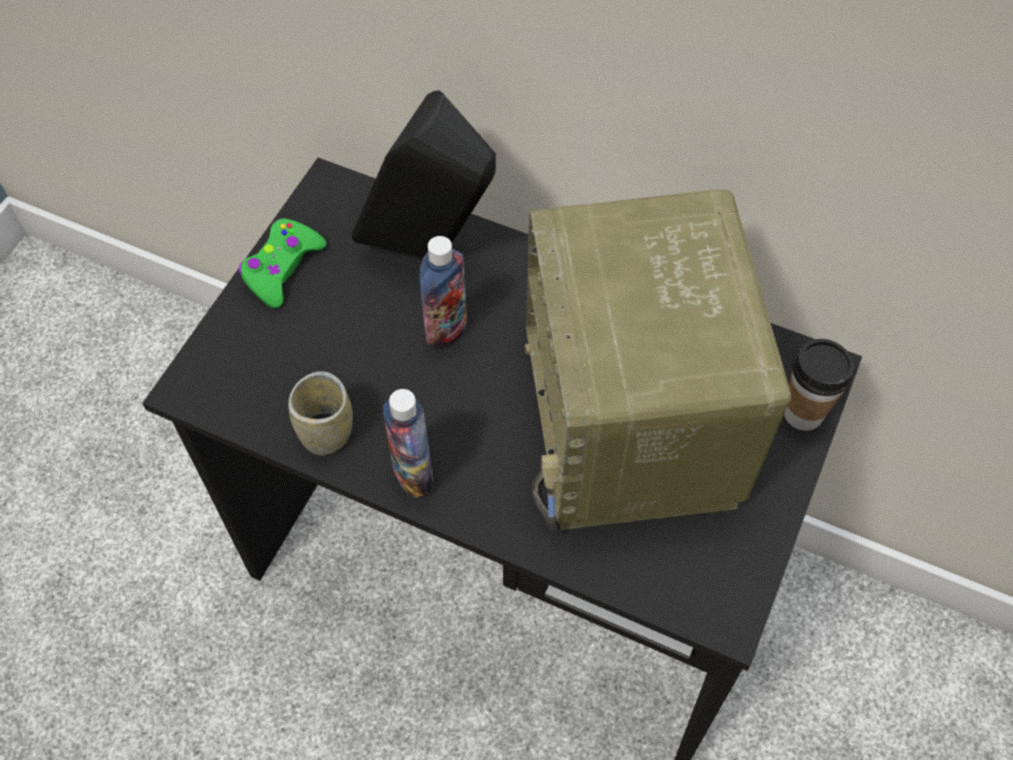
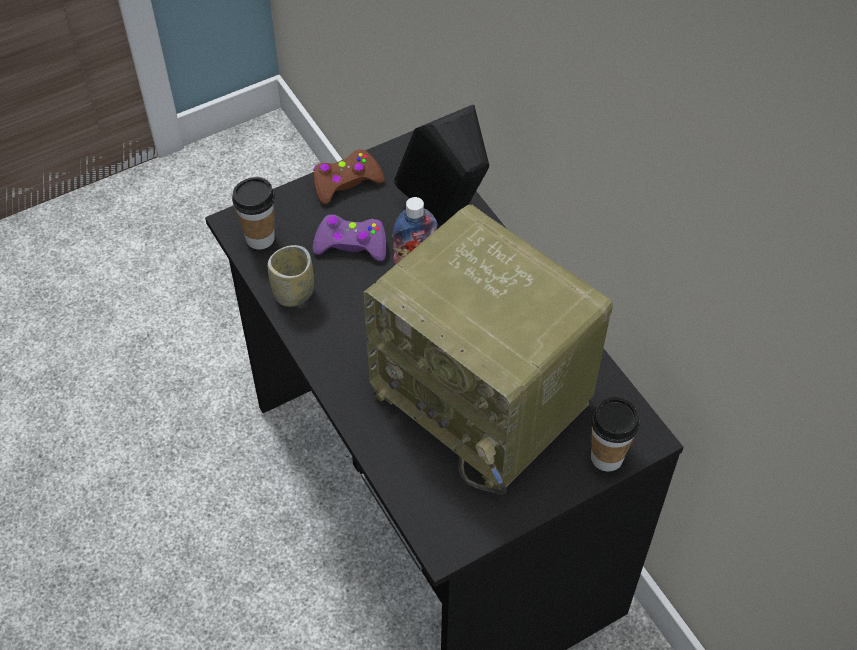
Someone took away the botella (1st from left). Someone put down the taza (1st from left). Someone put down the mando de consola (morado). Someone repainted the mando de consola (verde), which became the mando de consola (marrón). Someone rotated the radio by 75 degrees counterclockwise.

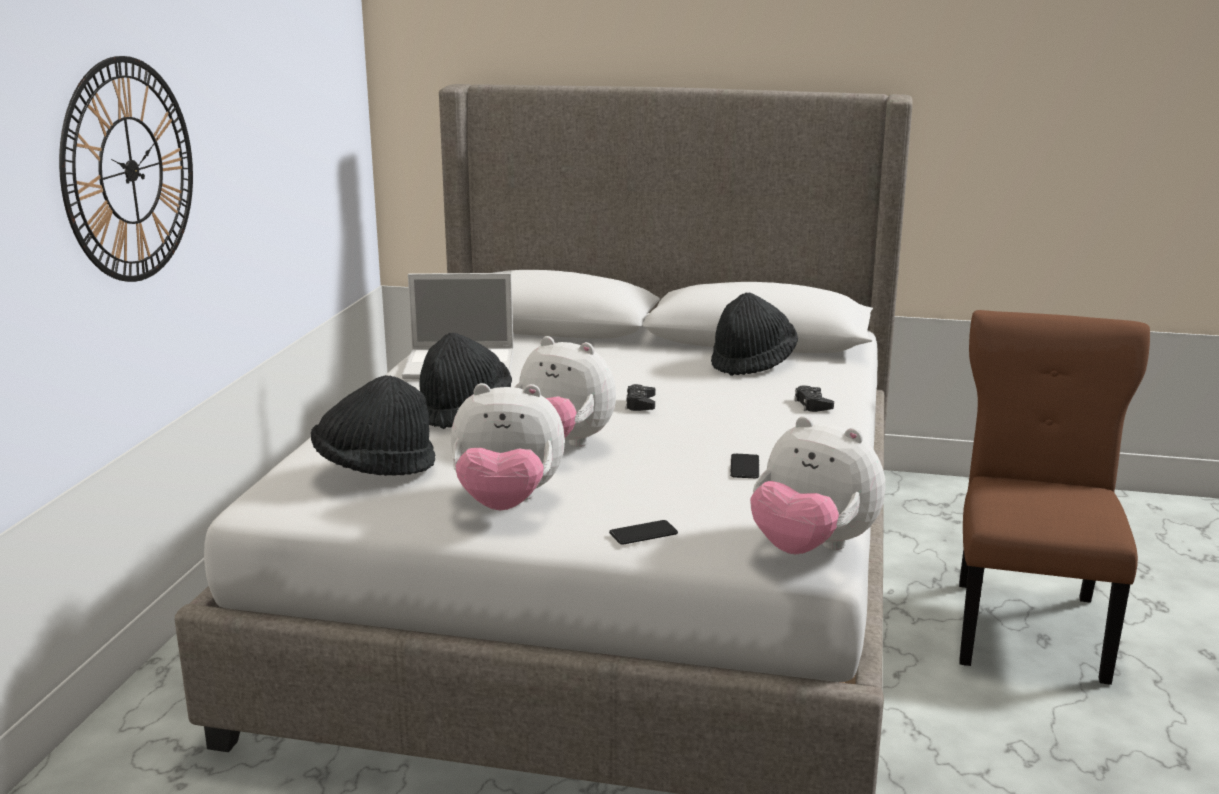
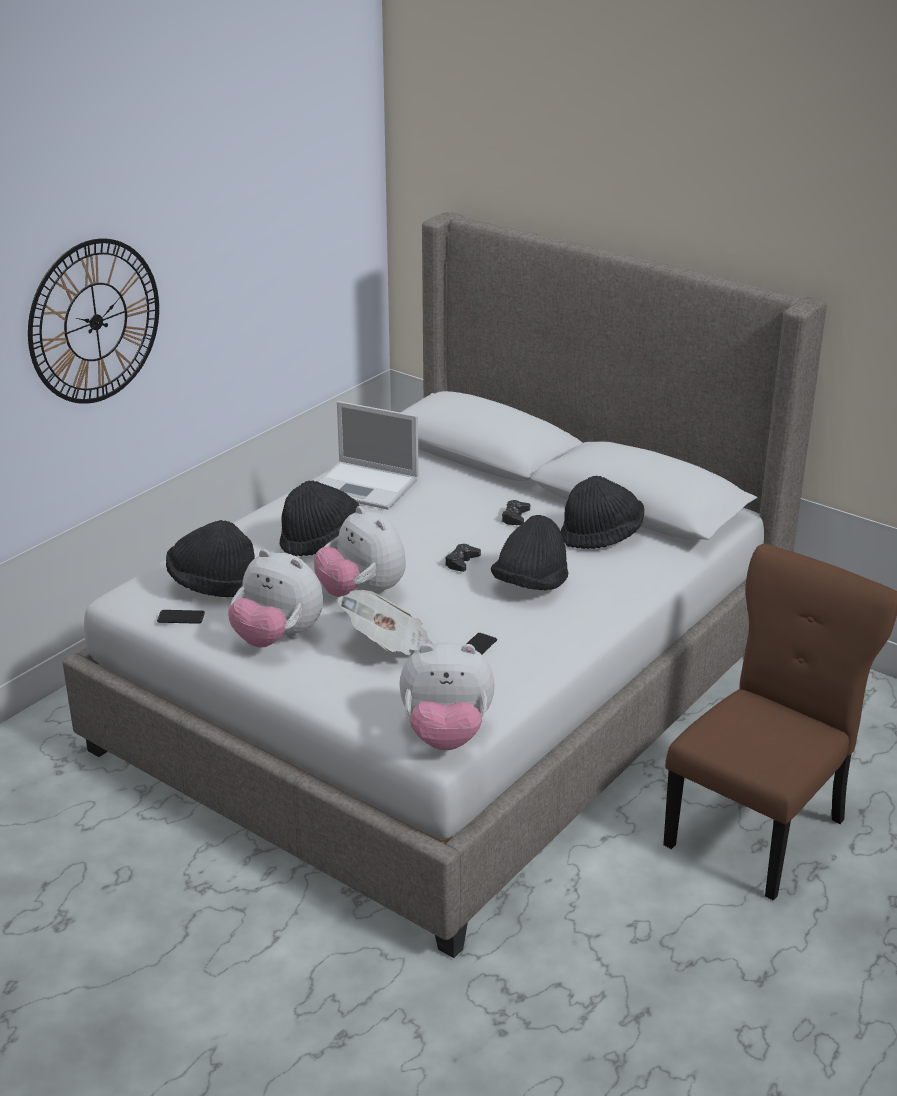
Someone put down the periódico. Someone put down the sombrero (negro) (3rd from left). Someone carried the móvil (1st from left). Someone carried the mando de consola (negro) (2nd from left). Someone rotated the peluche (3rd from left) by 60 degrees counterclockwise.

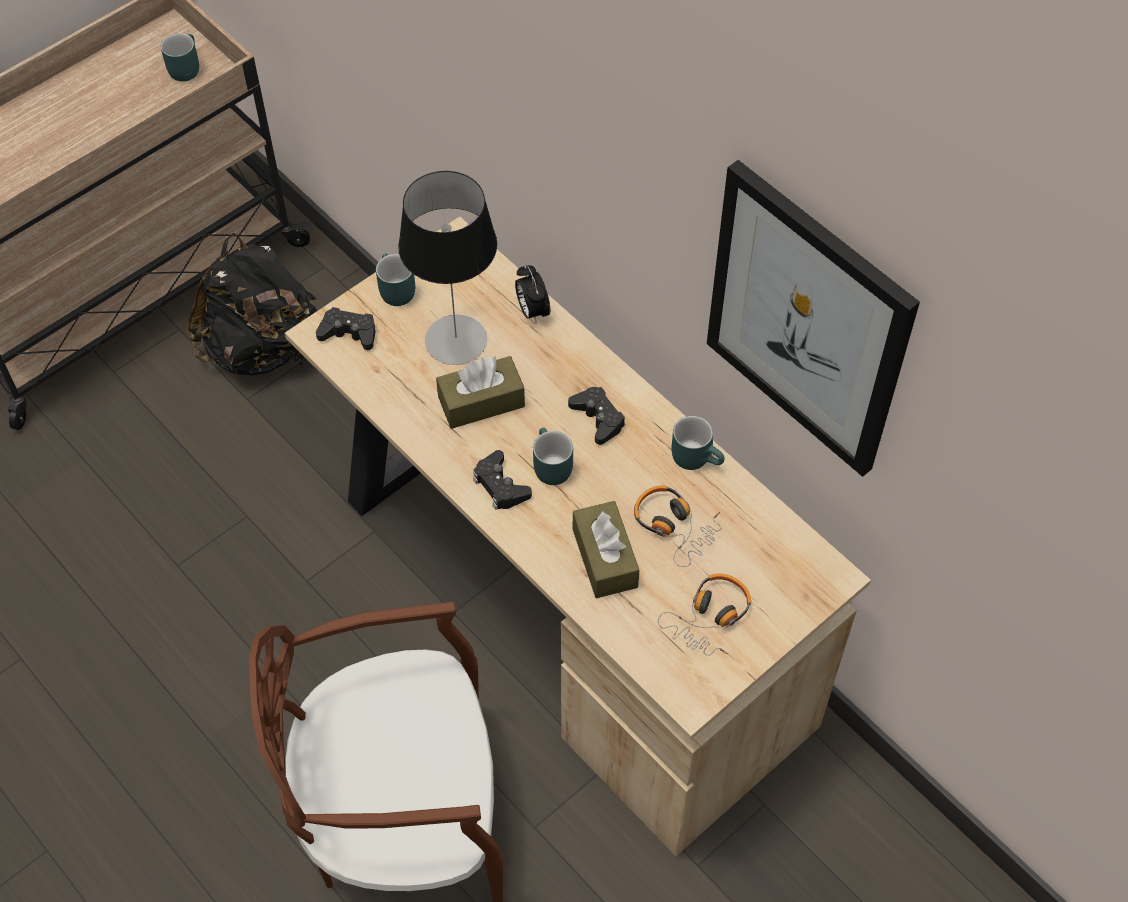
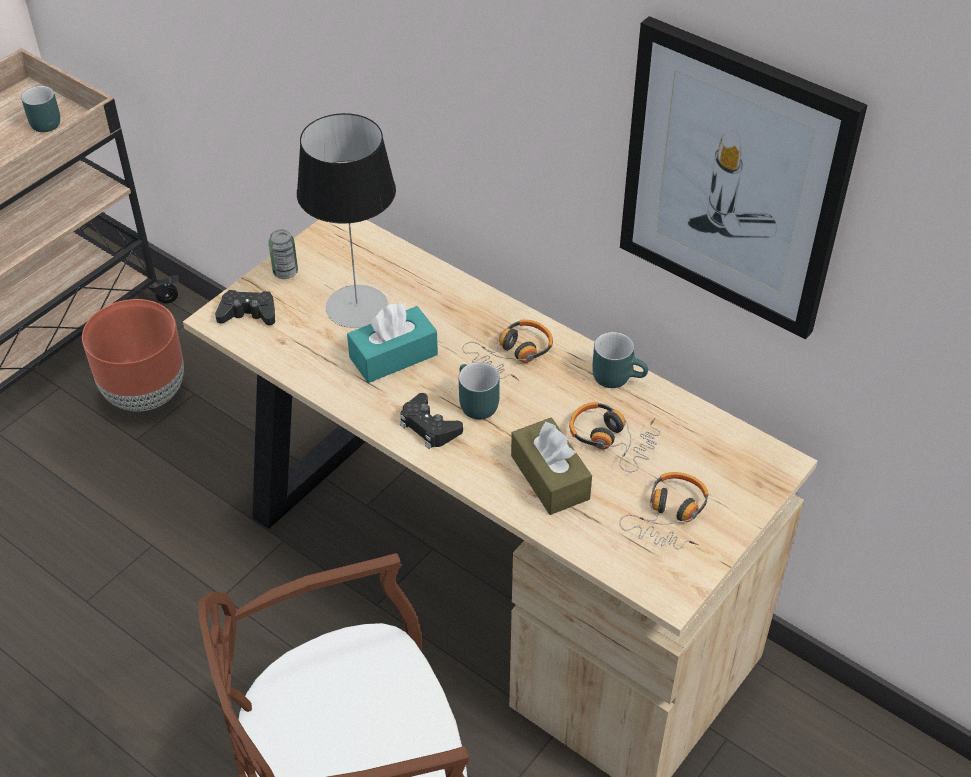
Someone took away the despertador. Someone swapped the mochila (negro) for the maceta (marrón). Someone swapped the taza grande (turquesa) (2nd from left) for the lata. Someone swapped the mando de consola (negro) (3rd from left) for the auriculares (1st from left). Someone repainted the caja de pañuelos (marrón) (1st from left), which became the caja de pañuelos (turquesa).

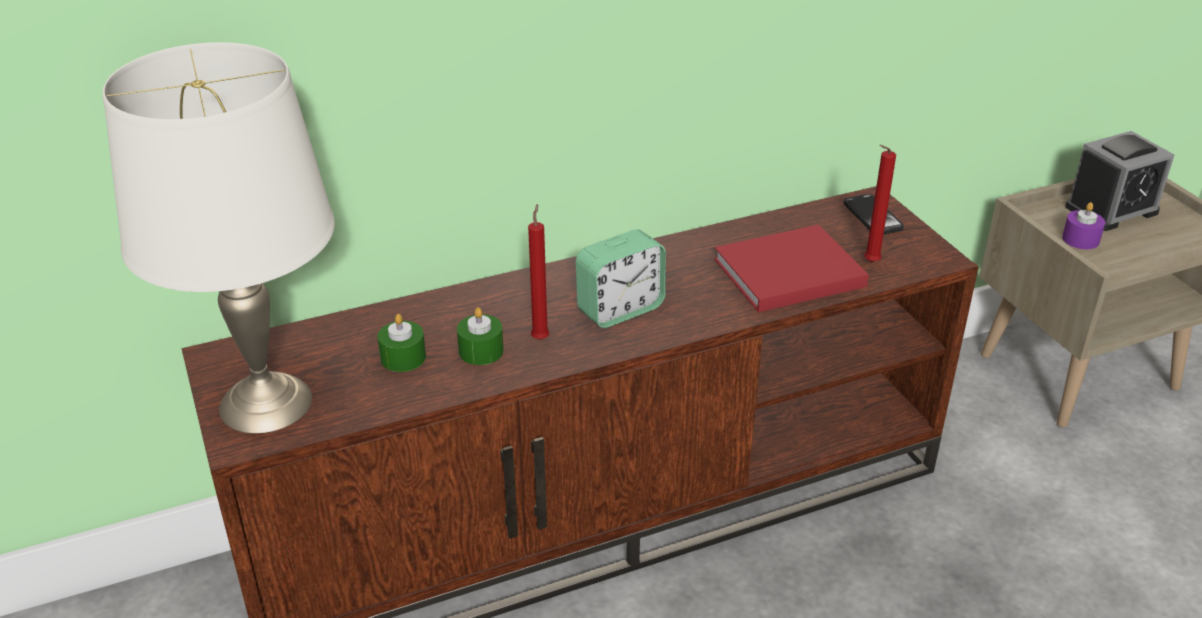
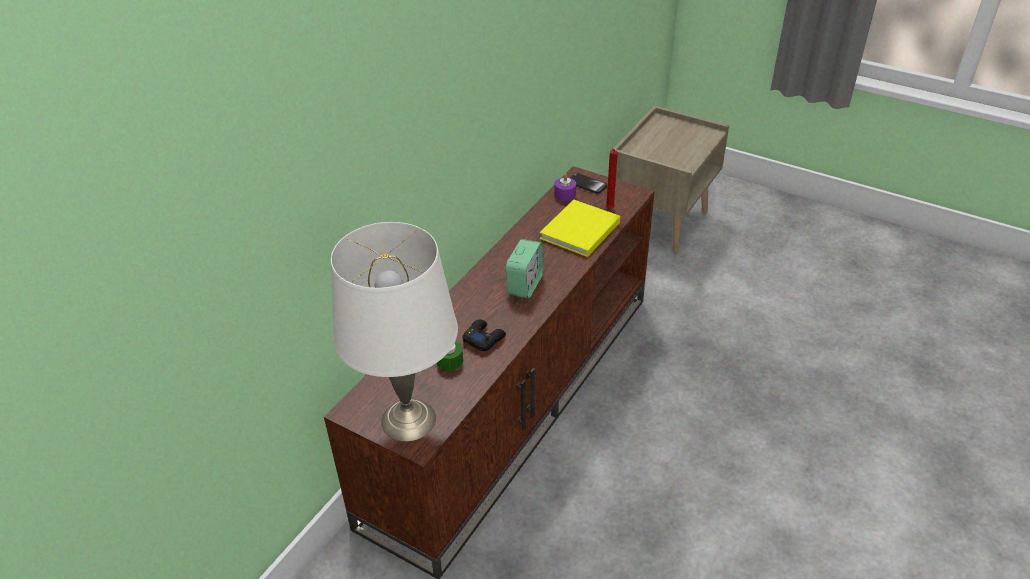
Someone took away the vela (rojo) (1st from left). Someone took away the despertador (2nd from left). Someone carried the vela (morado). Someone swapped the vela (verde) (2nd from left) for the mando de consola (negro). Someone repainted the libro (rojo), which became the libro (amarillo).

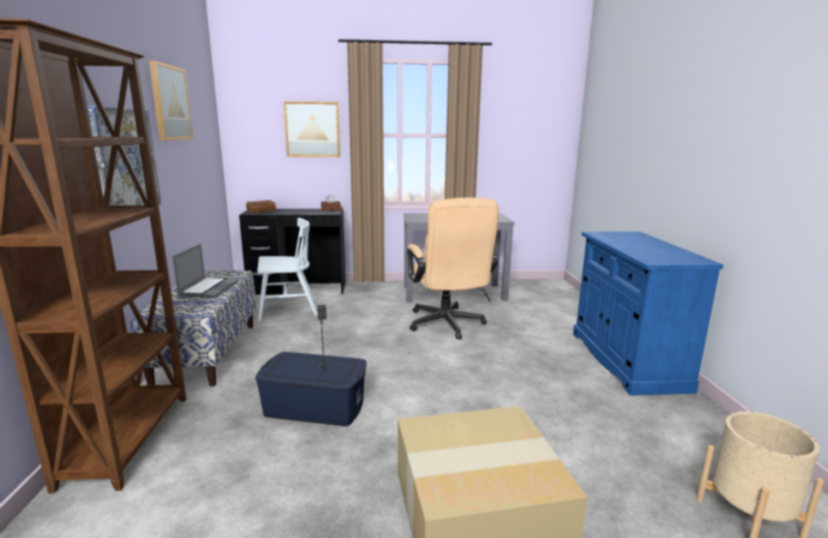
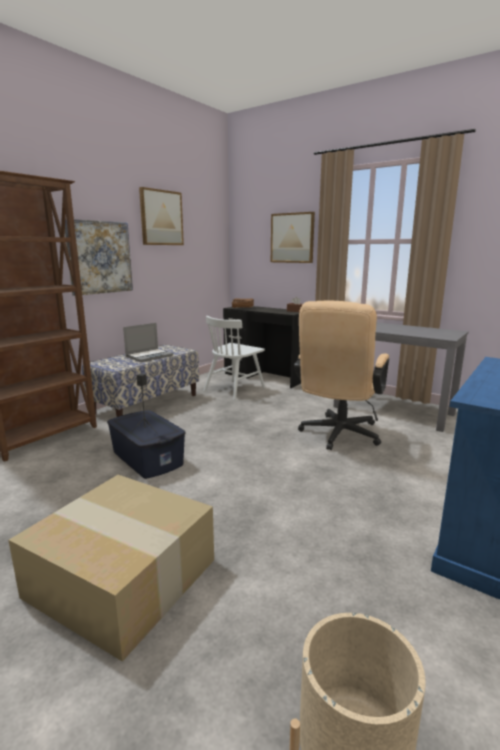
Someone rotated the silla (blanco) by 105 degrees clockwise.

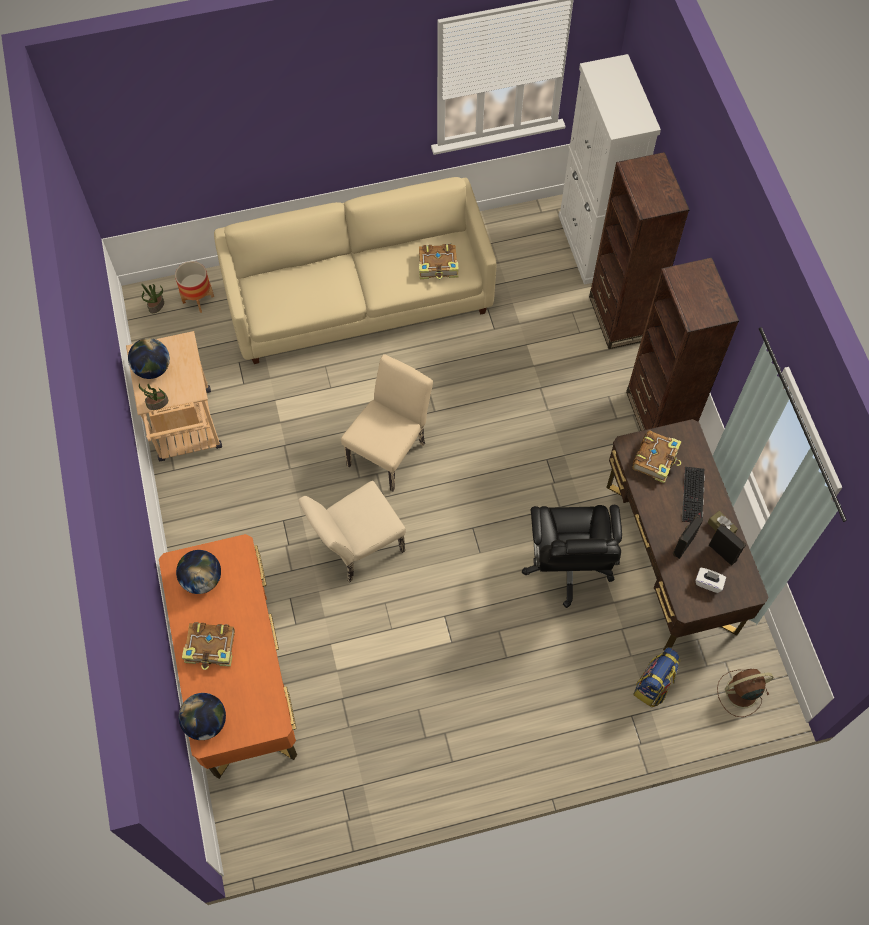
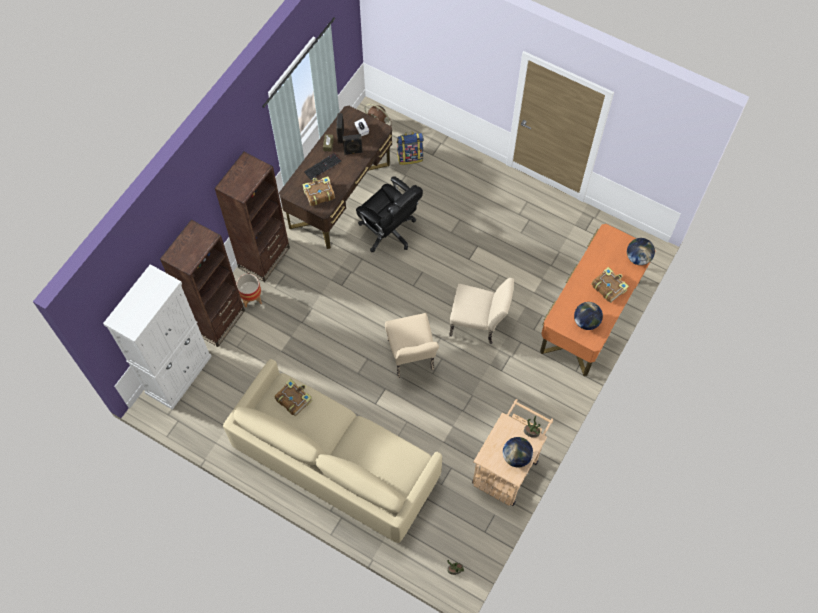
Someone carried the maceta. Someone rotated the silla (beis) (2nd from left in the first image) by 90 degrees counterclockwise. Someone rotated the silla de oficina (negro) by 90 degrees clockwise.

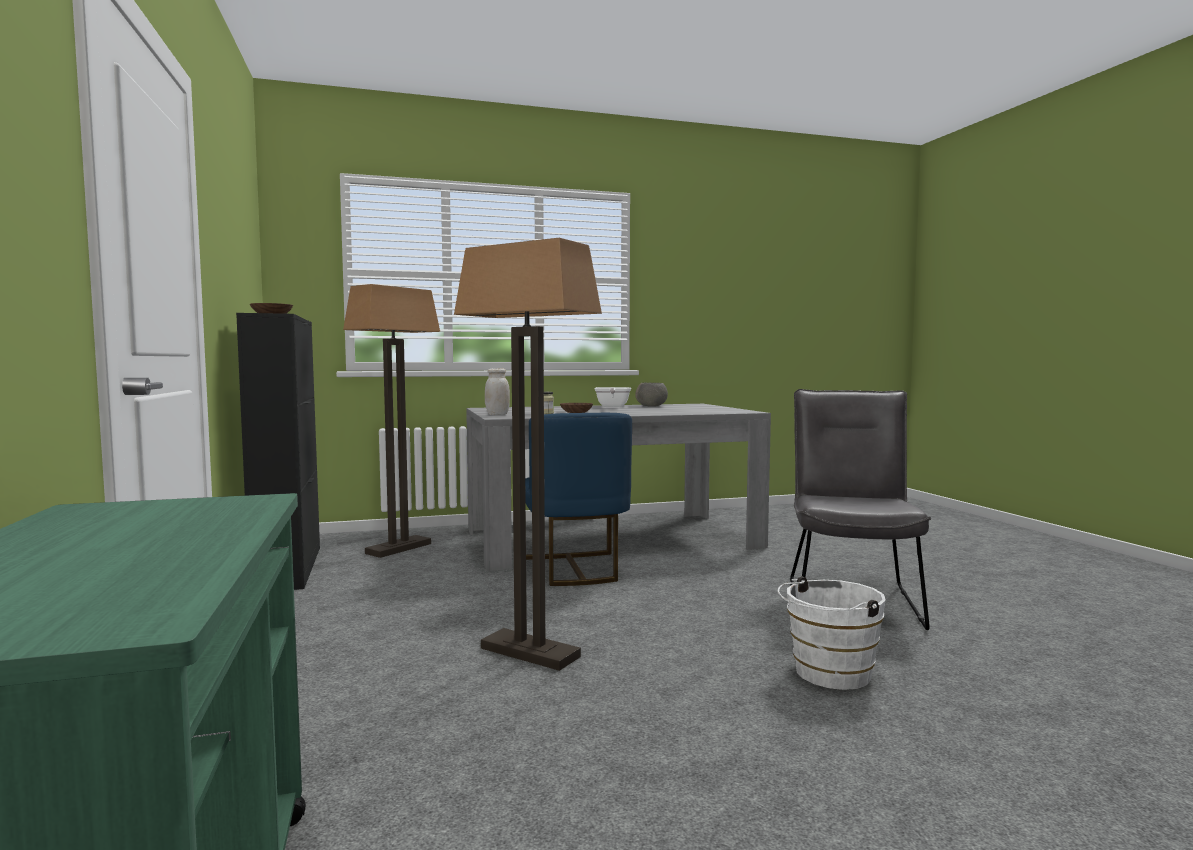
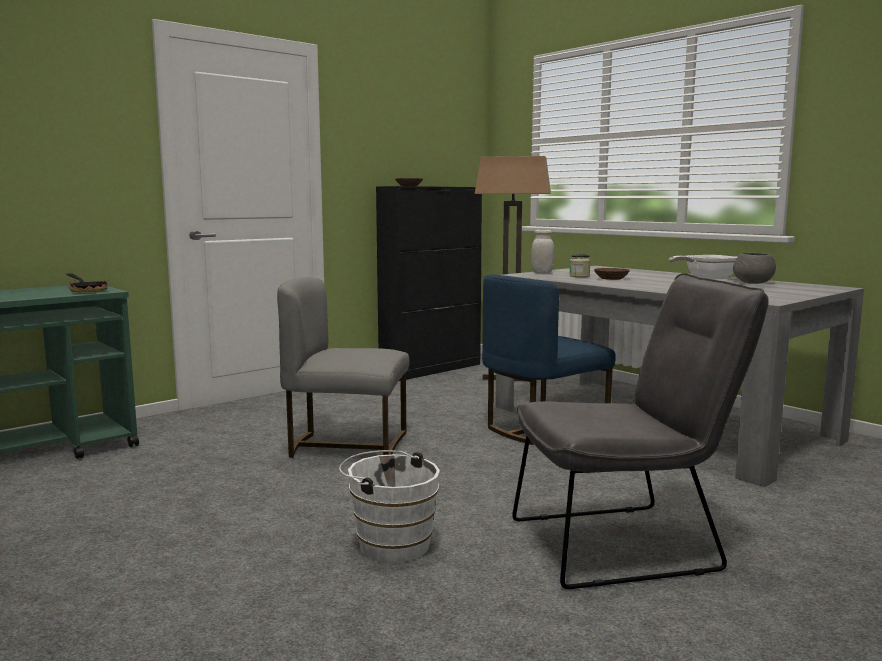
Someone put down the sartén (1st from left). Someone swapped the lámpara de pie (2nd from left) for the silla (gris) (1st from left).

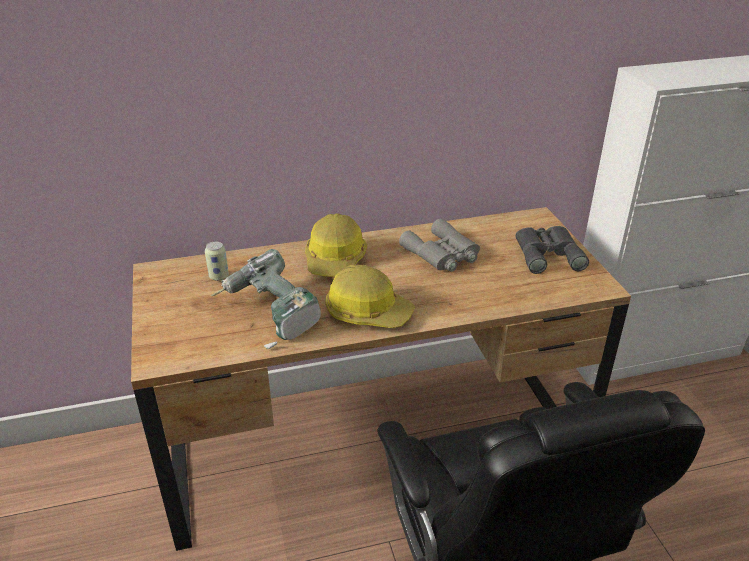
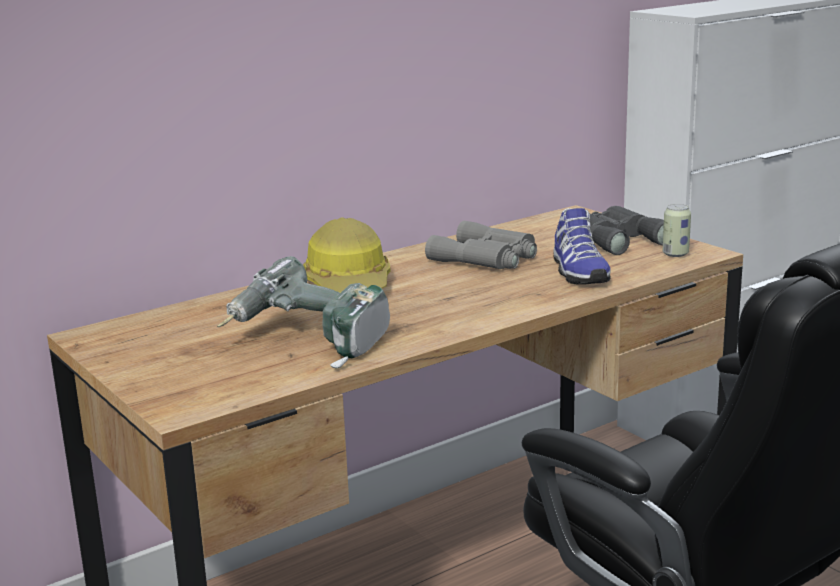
Someone took away the casco (2nd from left). Someone put down the zapato. Someone carried the lata.

